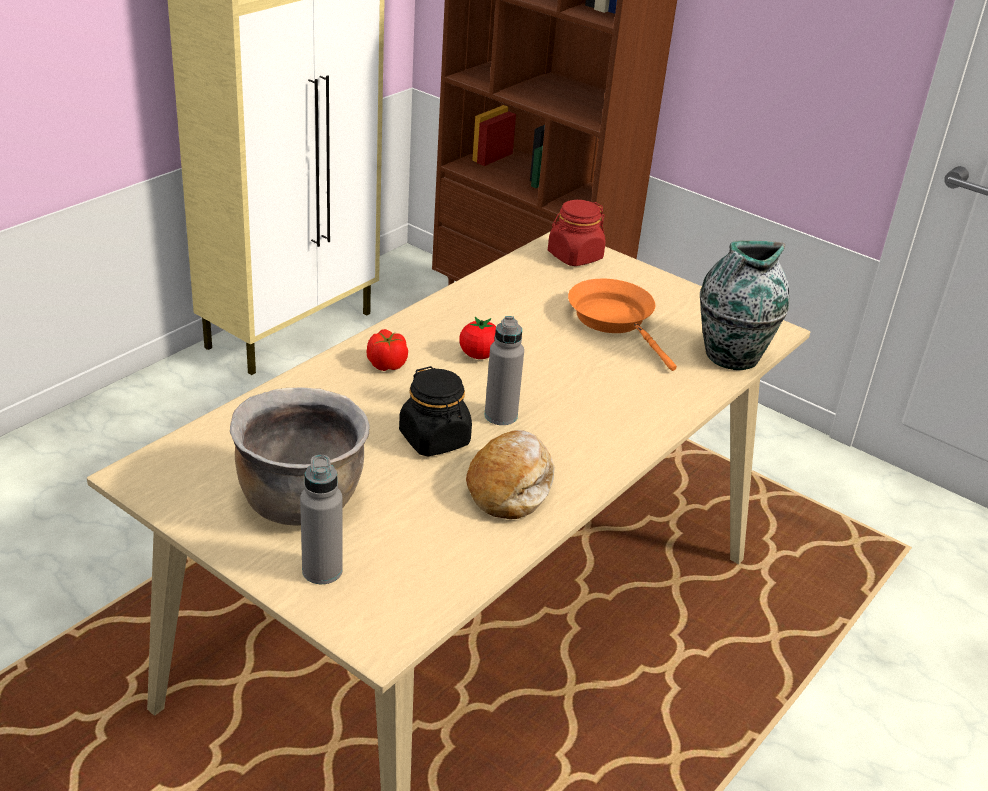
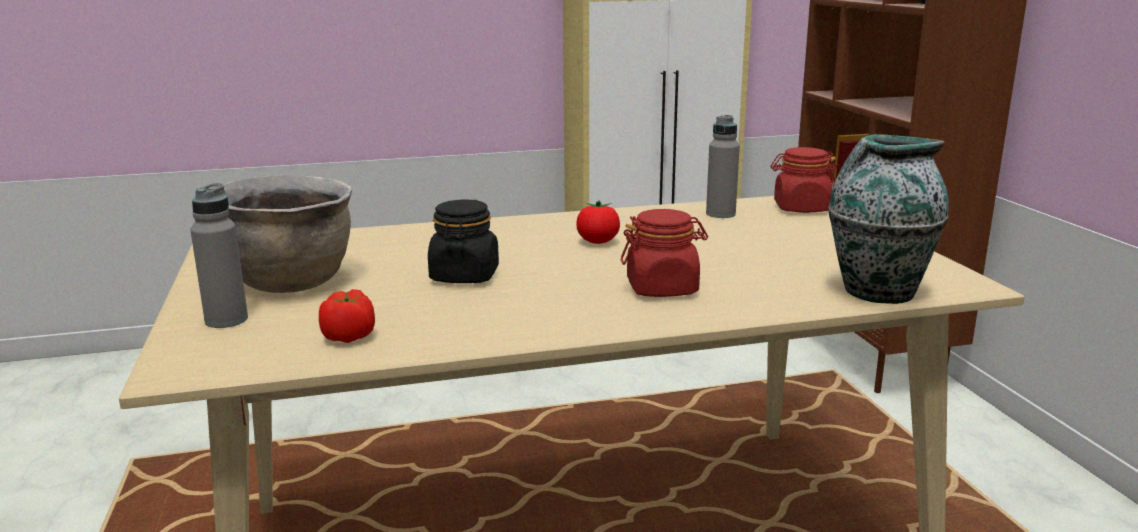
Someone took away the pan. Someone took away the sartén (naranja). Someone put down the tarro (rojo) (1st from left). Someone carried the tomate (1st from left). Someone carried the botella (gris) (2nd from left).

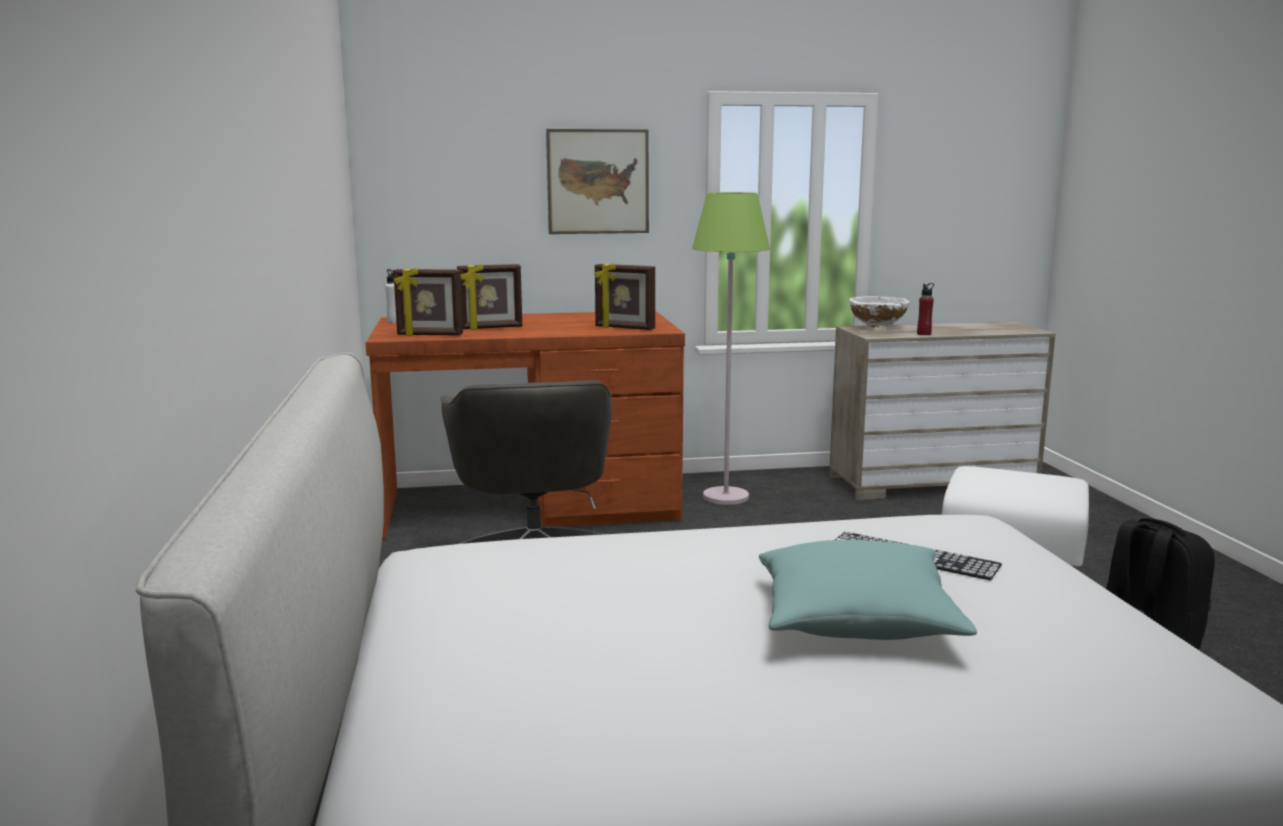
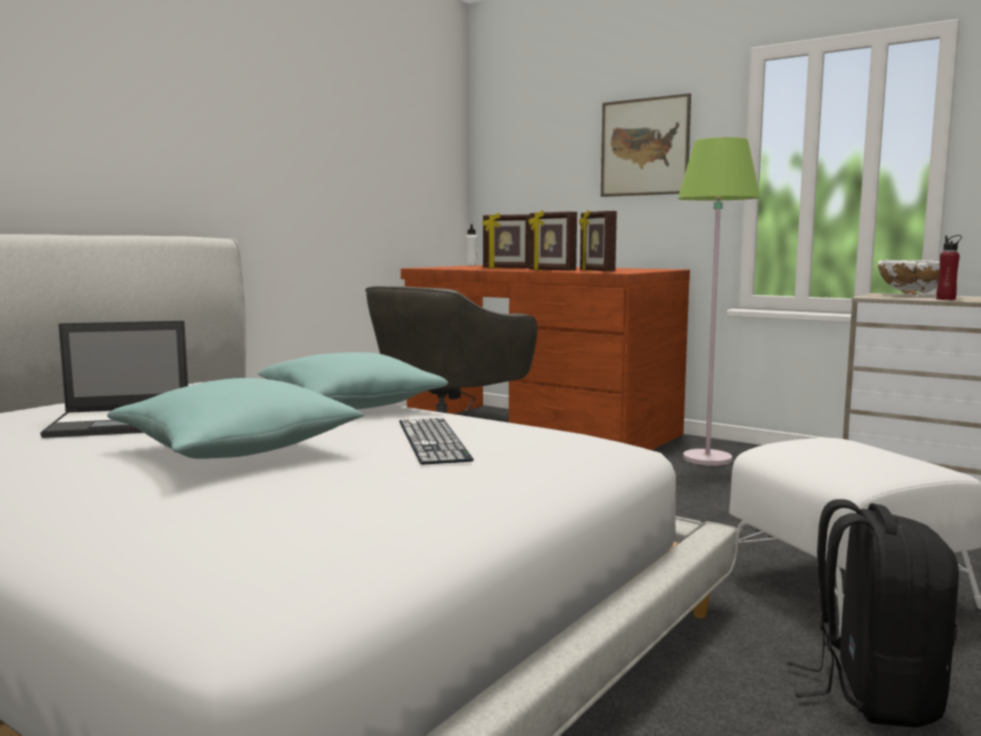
Someone put down the portátil. Someone put down the cojín (turquesa) (2nd from left). Someone carried the portarretratos (1st from left in the first image).

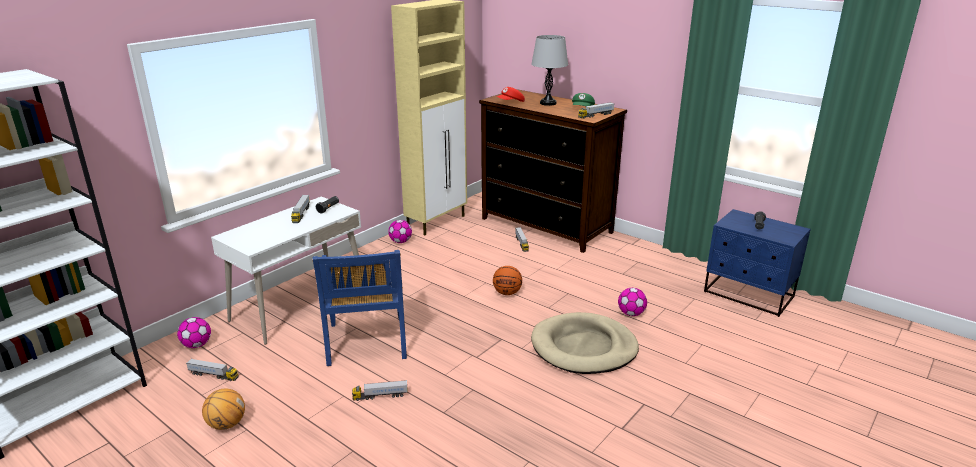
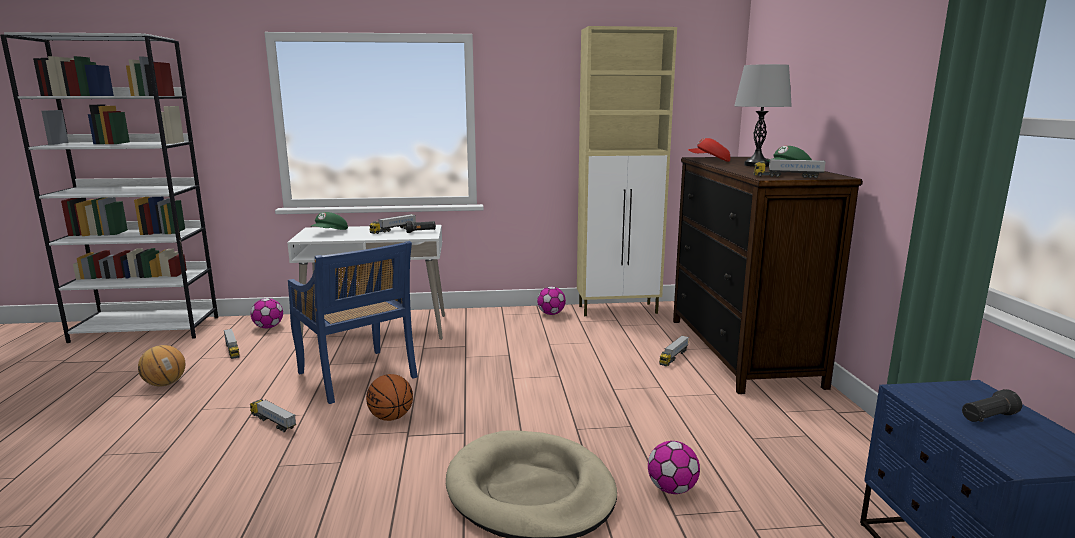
Someone put down the gorra (verde) (1st from left). Someone carried the balón de baloncesto (2nd from left). Someone rotated the silla (azul) by 75 degrees counterclockwise.

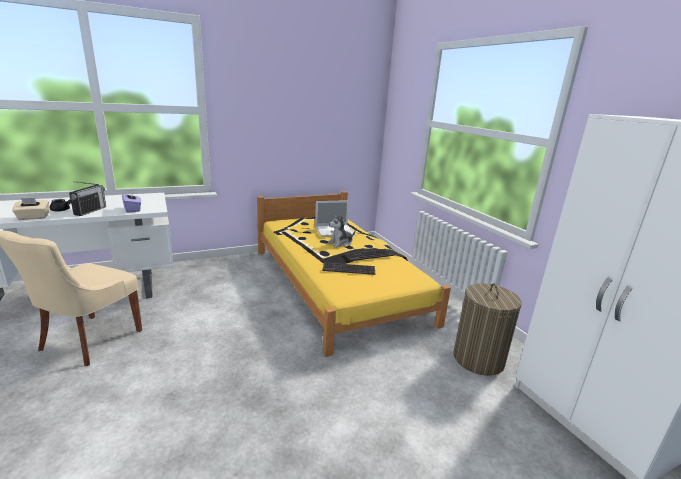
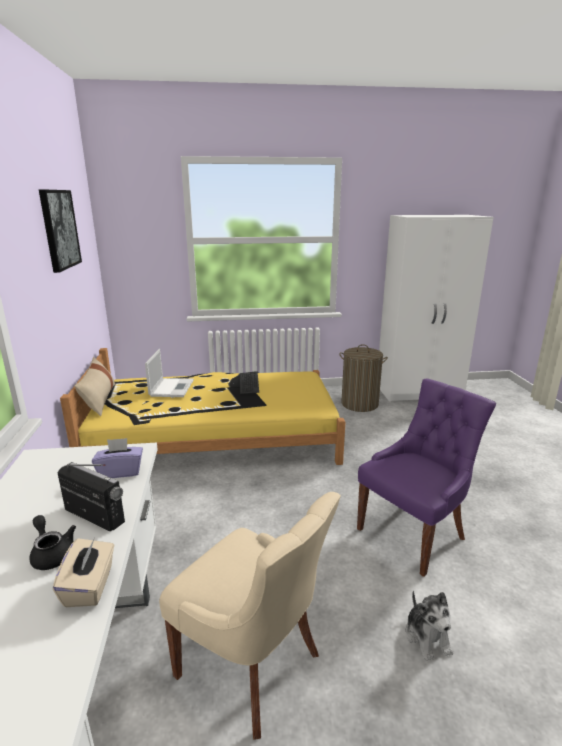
Someone took away the teclado (1st from left). Someone put up the cuadro. Someone put down the cojín (beis). Someone put down the silla (morado). Someone carried the peluche.

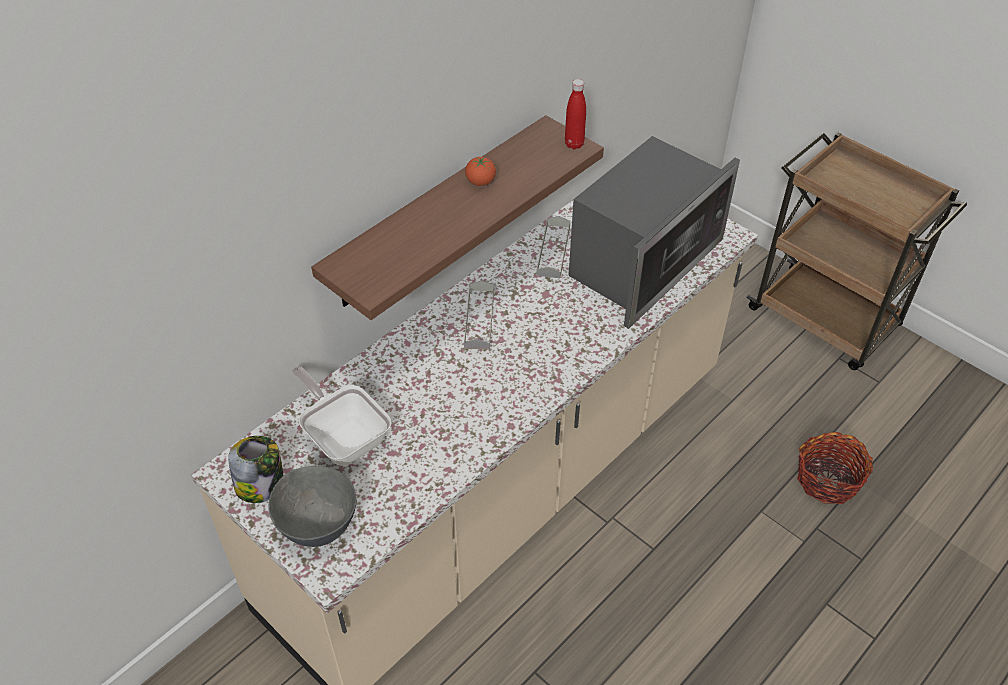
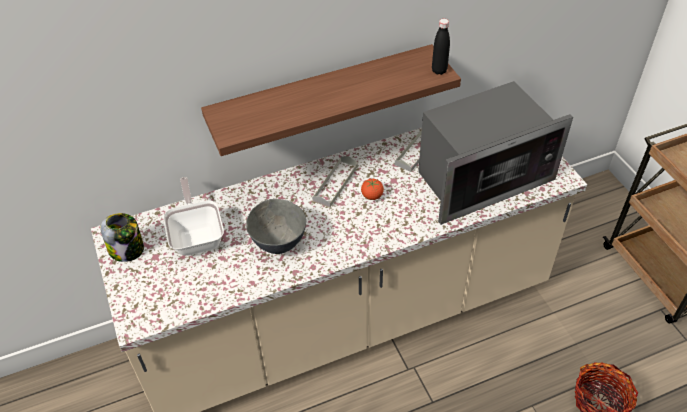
Someone carried the cuenco (gris). Someone carried the tomate. Someone repainted the botella (rojo), which became the botella (negro).

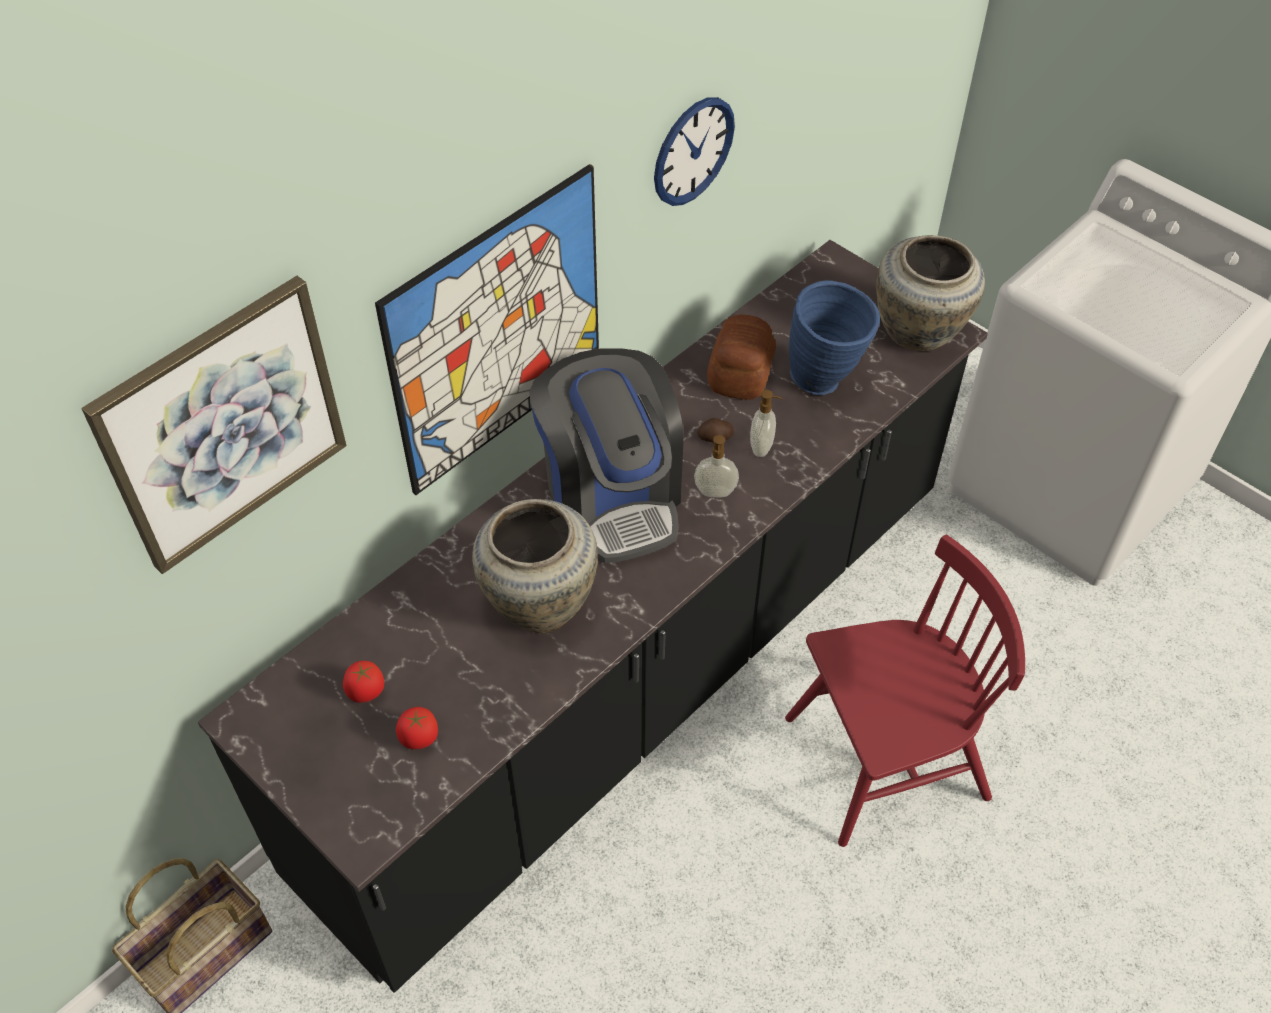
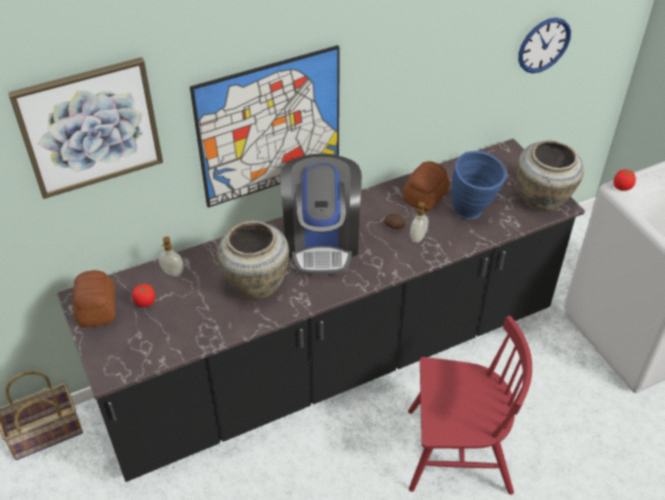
Someone put down the pan (1st from left). Someone carried the tomate (2nd from left). Someone carried the reloj de pared. Someone carried the dispensador de jabón (1st from left).

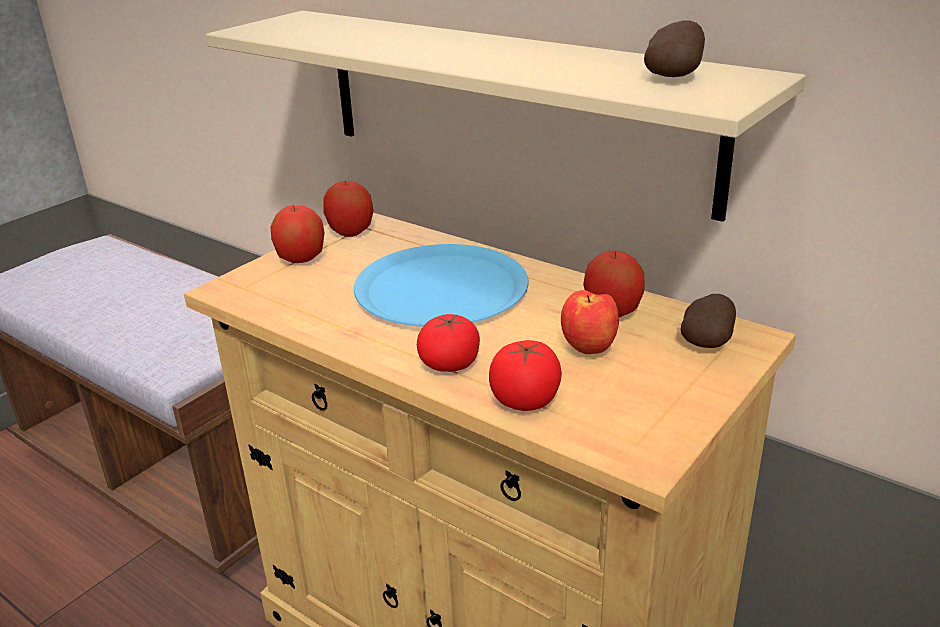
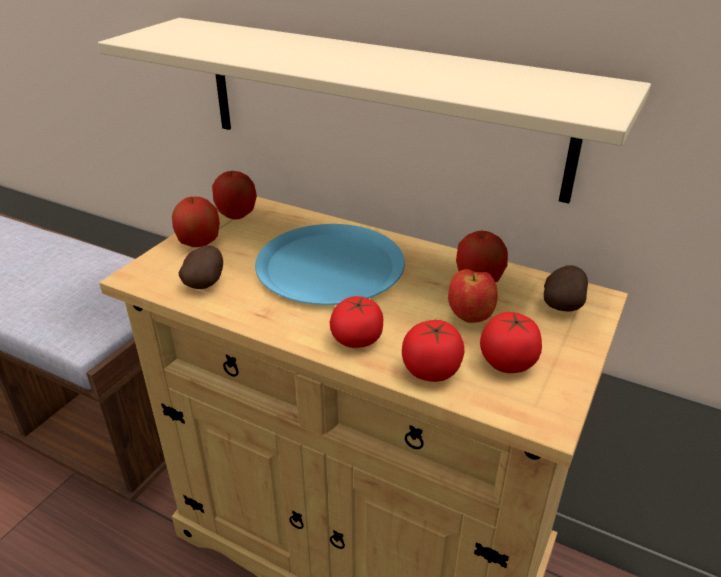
Someone put down the tomate (3rd from left). Someone carried the patata (1st from left).

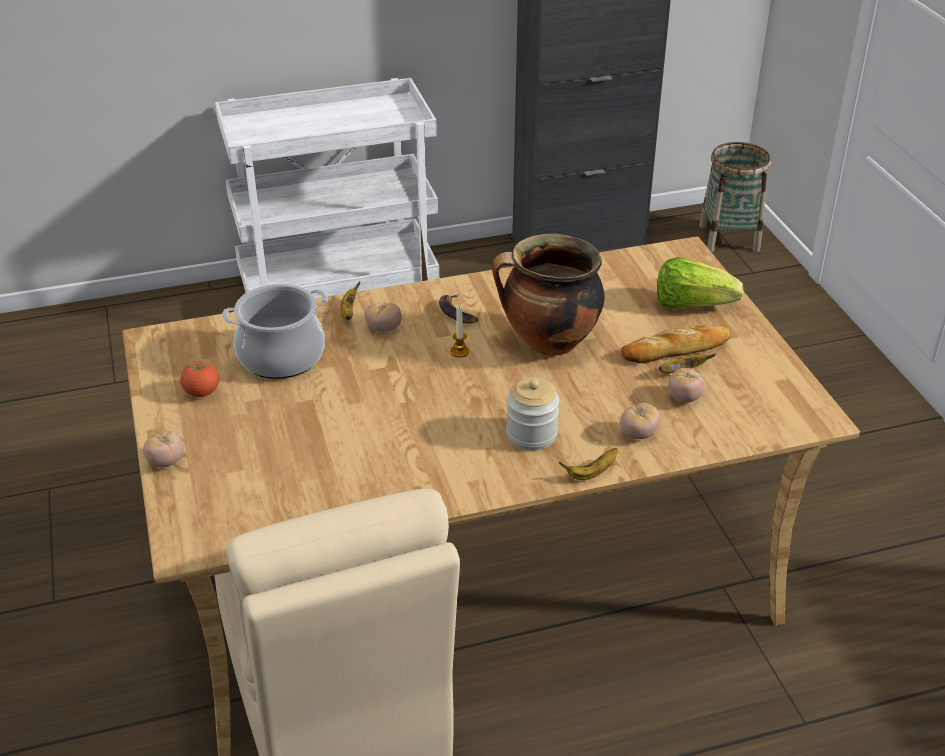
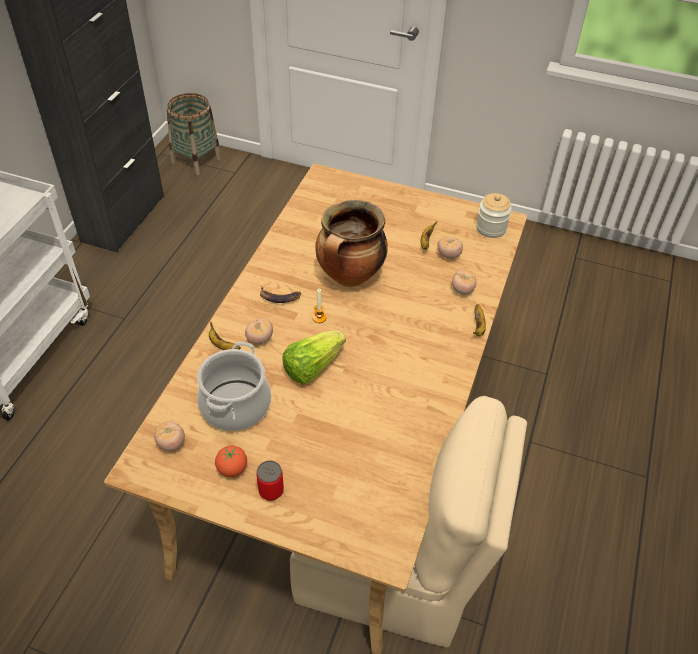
Someone took away the pan. Someone put down the lata. Someone carried the tomate (1st from left). Someone carried the tarro. Someone carried the lechuga.

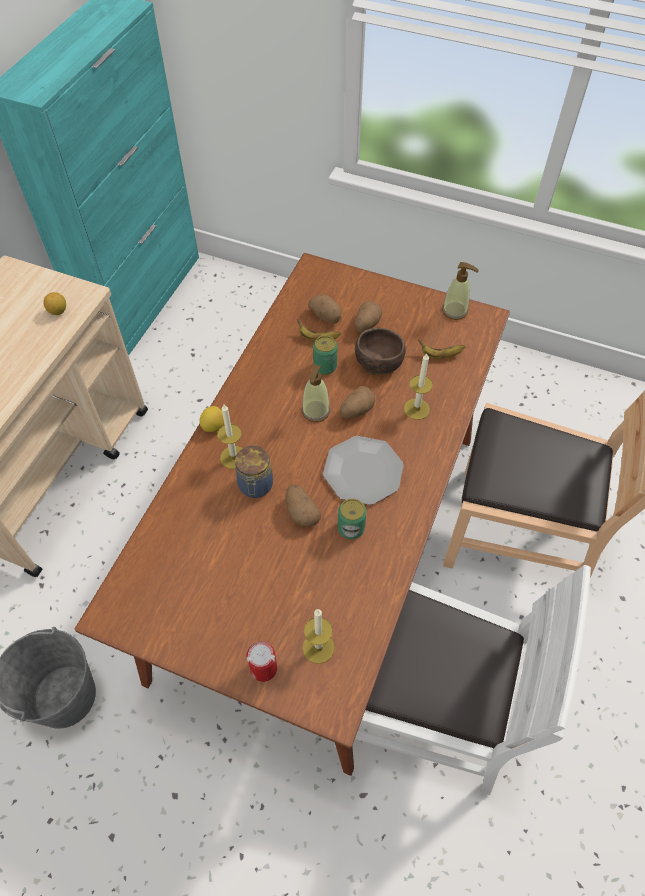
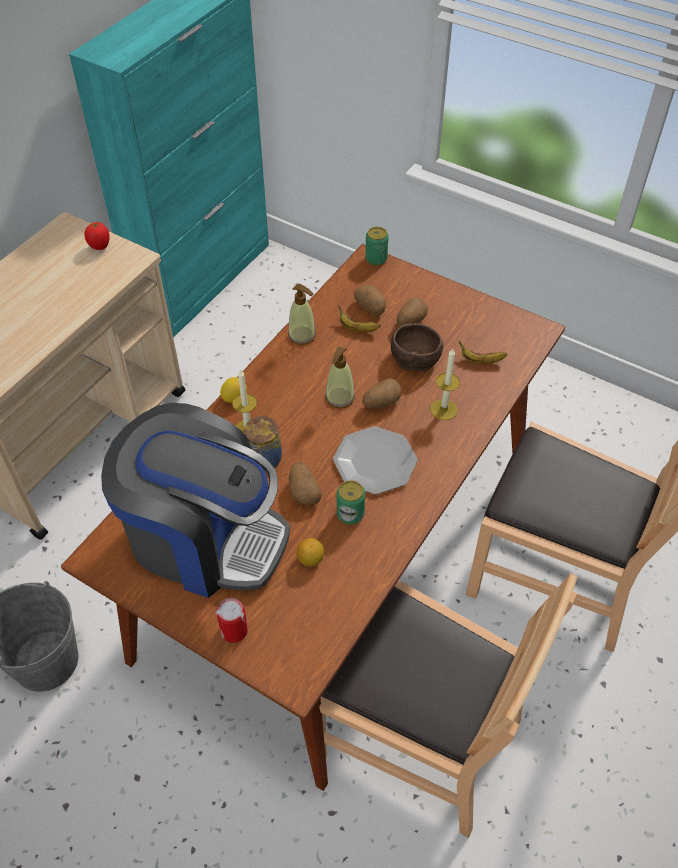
Someone took away the vela (2nd from left). Someone put down the tomate. Someone put down the cafetera. Someone carried the limón (1st from left in the first image). Someone carried the lata (2nd from left in the first image). Someone carried the dispensador de jabón (2nd from left in the first image). Someone repainted the silla (blanco), which became the silla (marrón) (1st from left).

